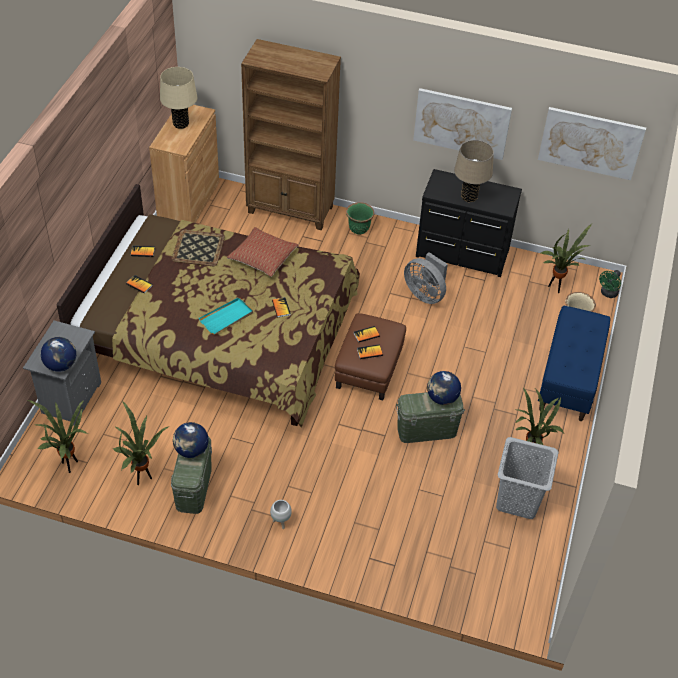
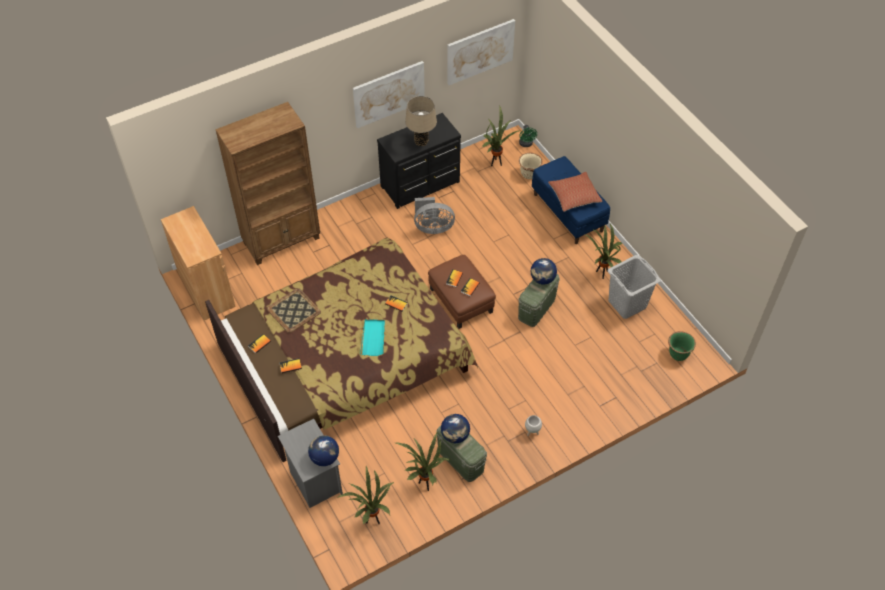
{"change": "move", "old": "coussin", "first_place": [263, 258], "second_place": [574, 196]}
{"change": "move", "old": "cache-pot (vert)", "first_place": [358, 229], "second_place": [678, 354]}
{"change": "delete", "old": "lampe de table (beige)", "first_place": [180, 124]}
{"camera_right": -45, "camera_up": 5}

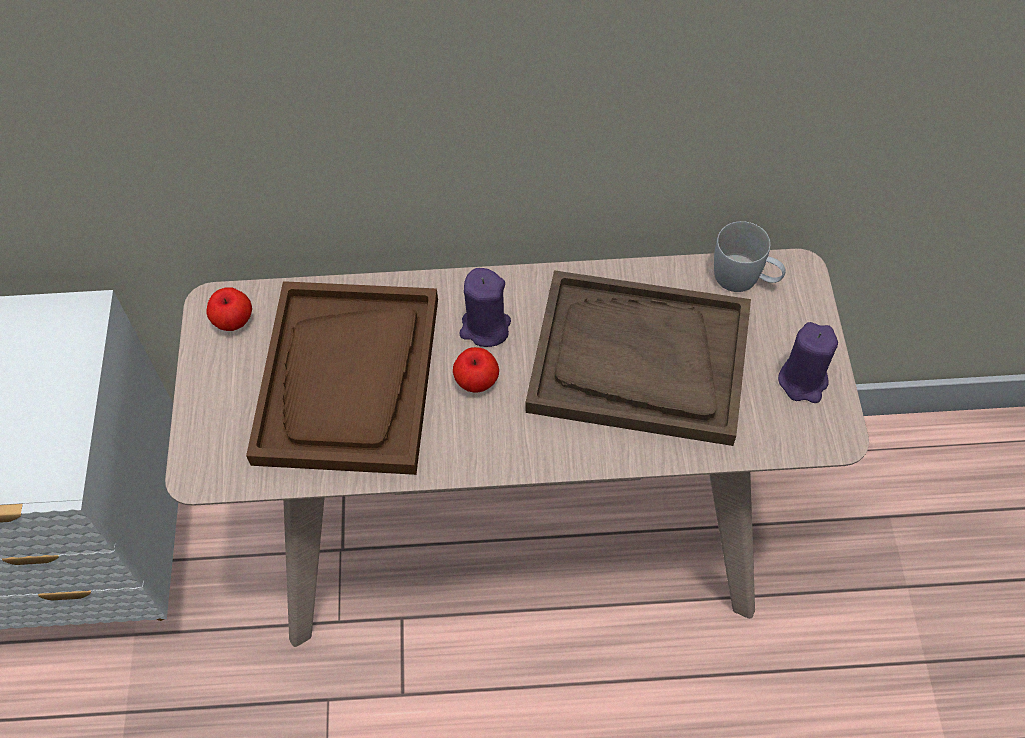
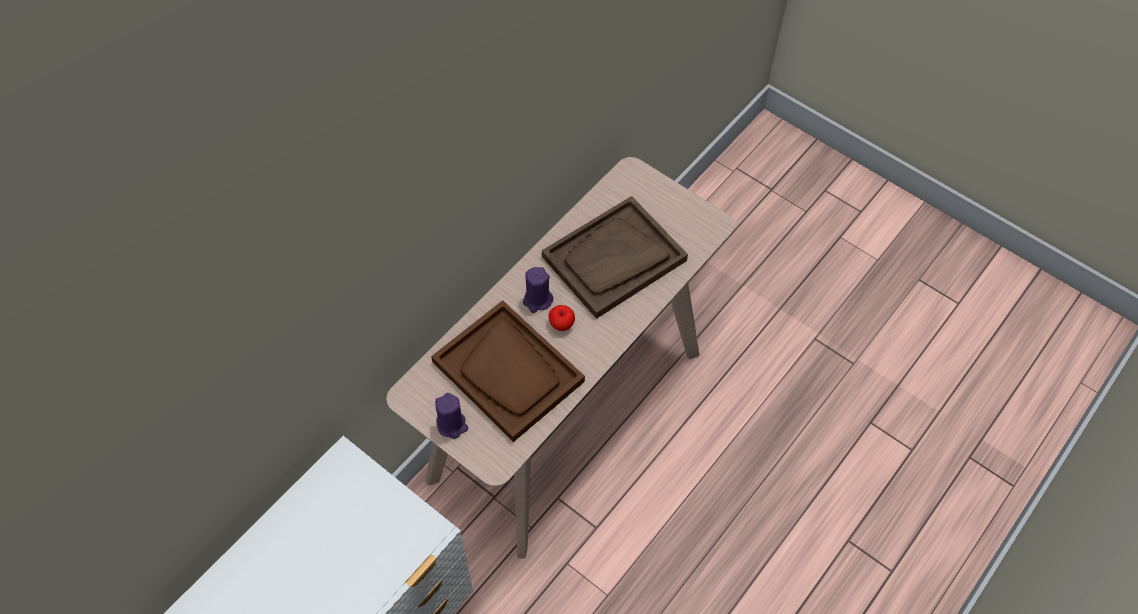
{"change": "move", "old": "bougie (violet)", "first_place": [803, 381], "second_place": [452, 424]}
{"change": "delete", "old": "pomme", "first_place": [233, 321]}
{"change": "delete", "old": "mug (blanc)", "first_place": [745, 279]}
{"camera_right": -50, "camera_up": 0}

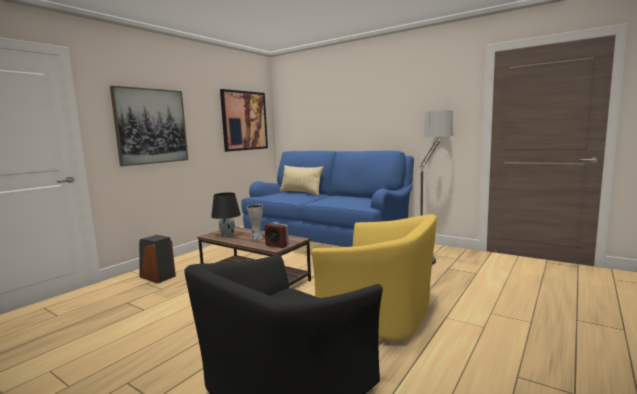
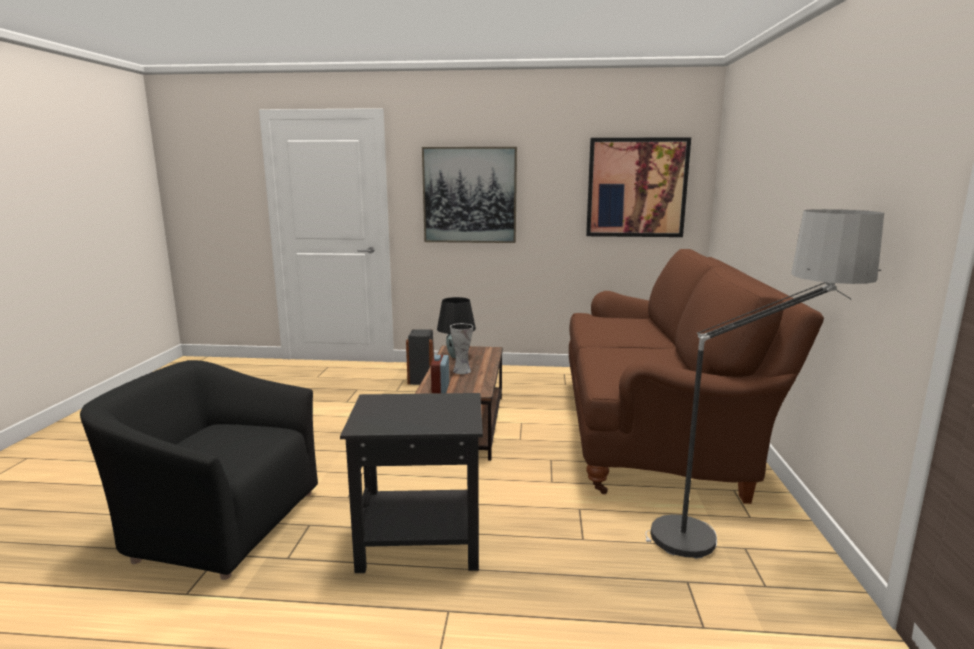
{"change": "replace", "old": "fauteuil (jaune)", "new": "table d'appoint (noir)", "first_place": [379, 314], "second_place": [418, 542]}
{"change": "recolor", "old": "canapé (bleu)", "new": "canapé (marron)", "first_place": [327, 243], "second_place": [656, 430]}
{"change": "delete", "old": "coussin (beige)", "first_place": [300, 193]}
{"camera_right": 60, "camera_up": 5}

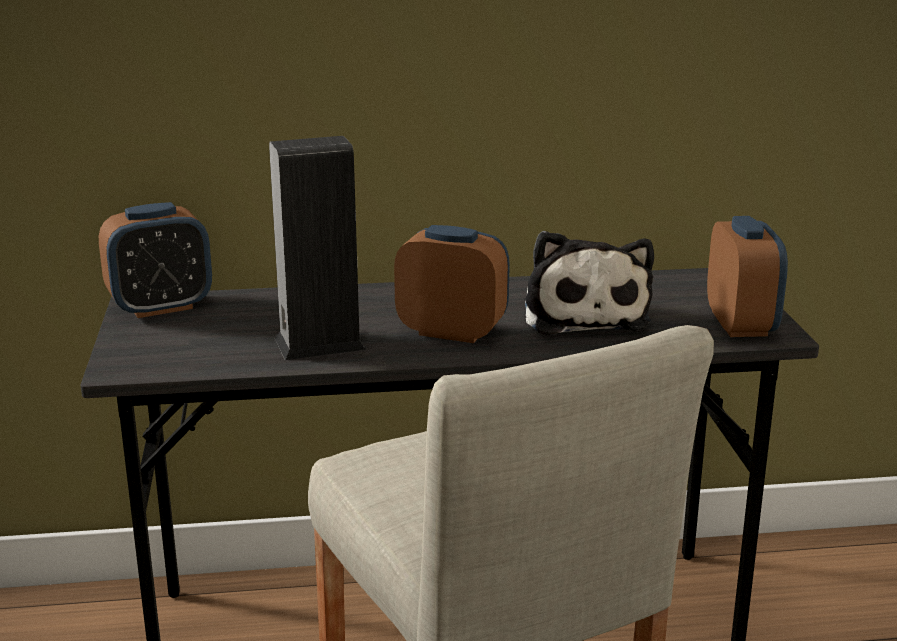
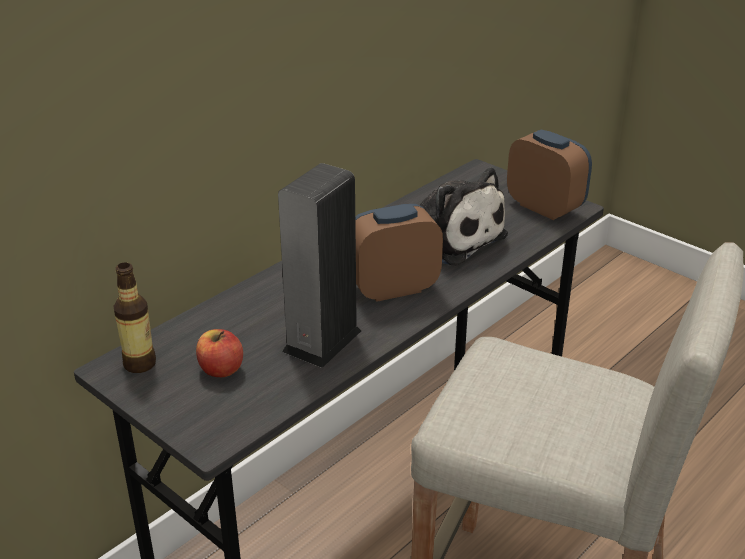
{"change": "replace", "old": "réveil", "new": "bouteille", "first_place": [161, 307], "second_place": [140, 364]}
{"change": "insert", "new": "pomme", "second_place": [221, 369]}
{"camera_right": -40, "camera_up": 10}

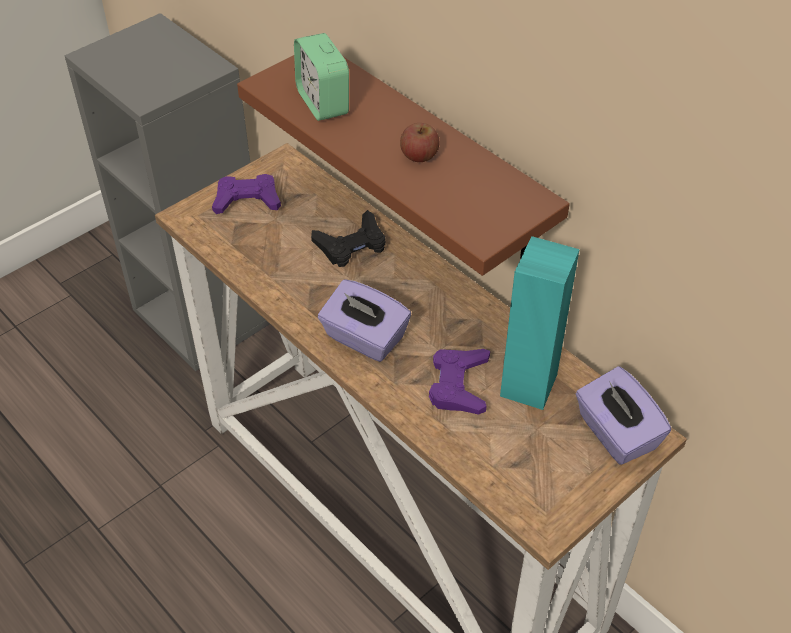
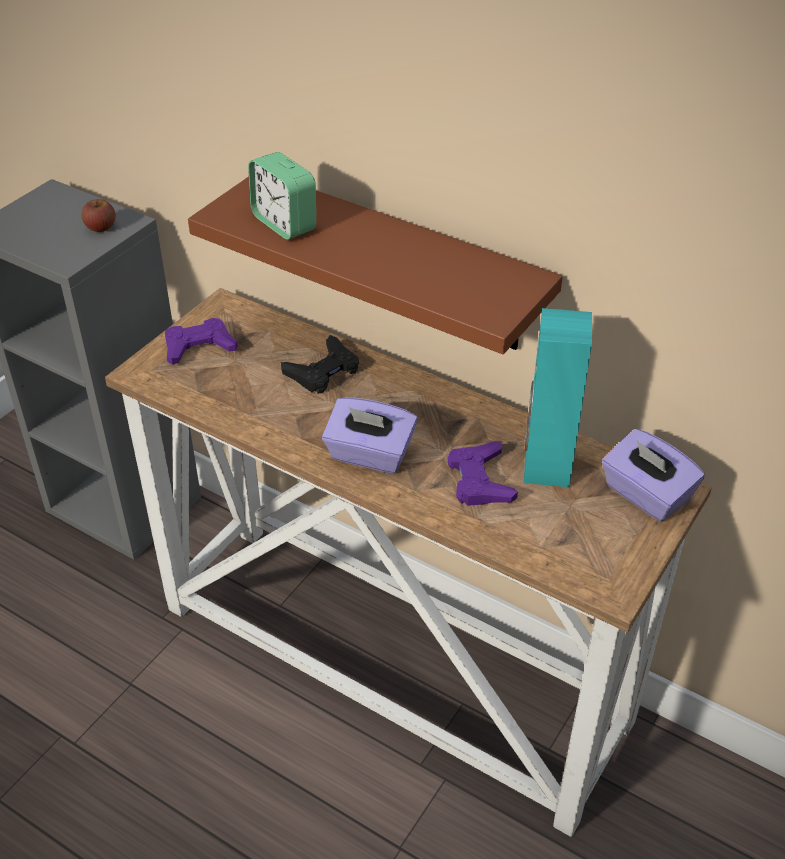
{"change": "move", "old": "pomme", "first_place": [419, 156], "second_place": [101, 227]}
{"camera_right": -15, "camera_up": -5}

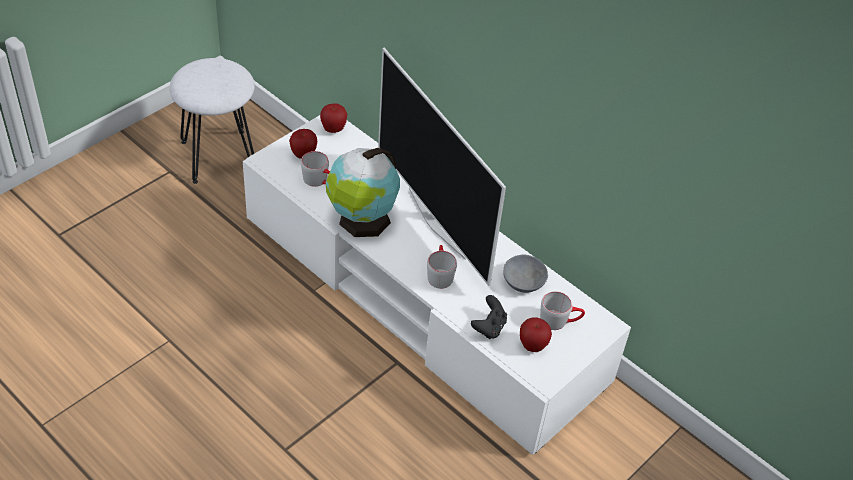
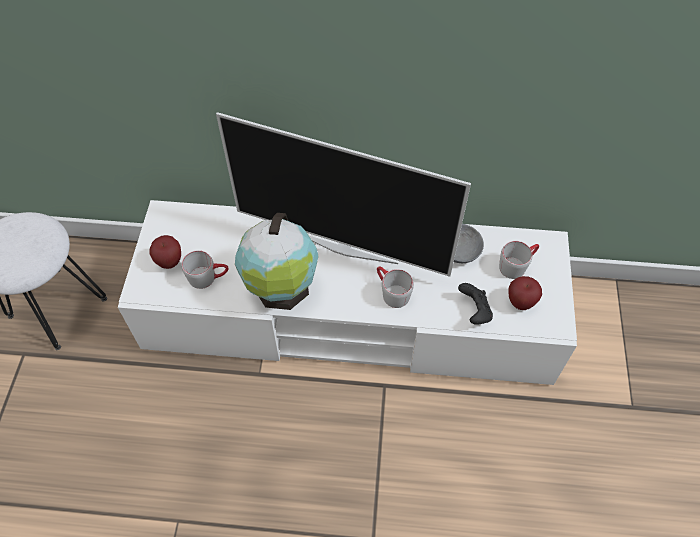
{"change": "delete", "old": "pomme", "first_place": [333, 129]}
{"camera_right": -35, "camera_up": 10}

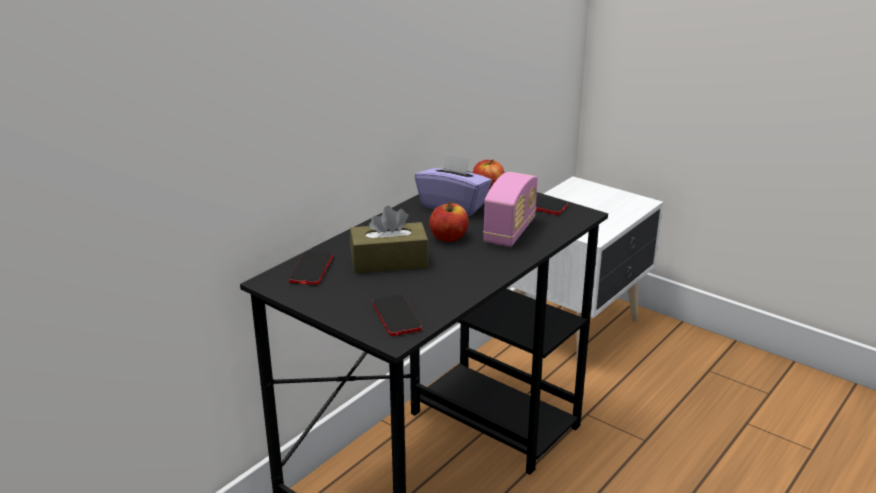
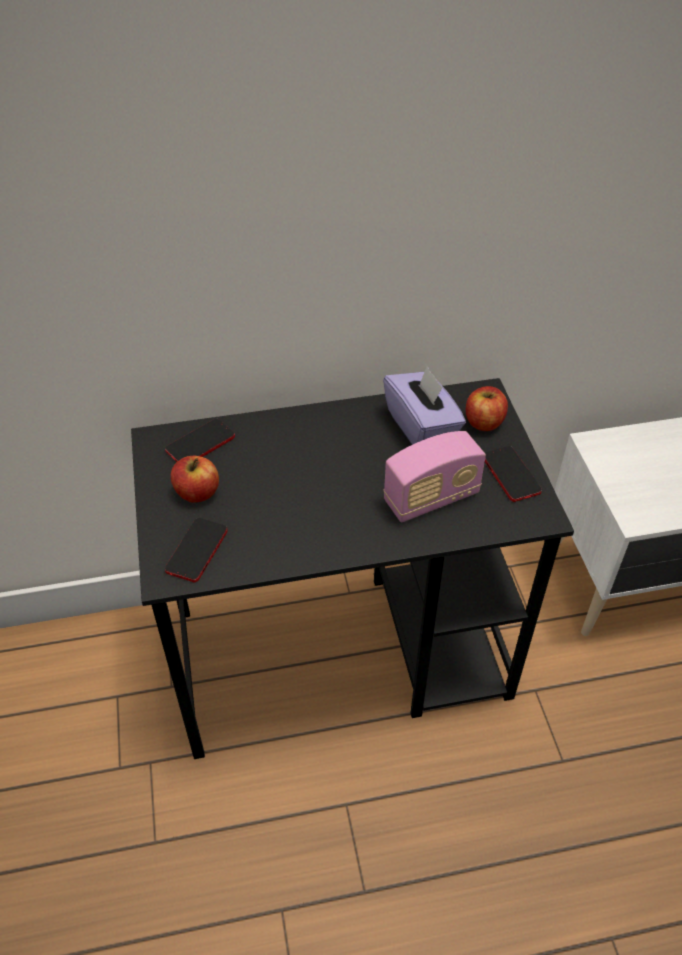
{"change": "move", "old": "pomme", "first_place": [449, 237], "second_place": [197, 492]}
{"change": "delete", "old": "boîte à mouchoirs (marron)", "first_place": [389, 261]}
{"camera_right": 40, "camera_up": 20}

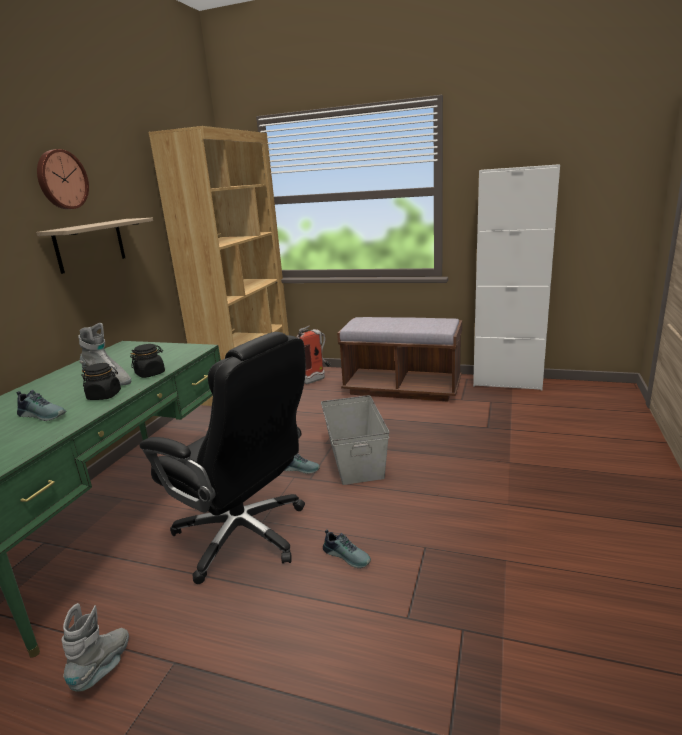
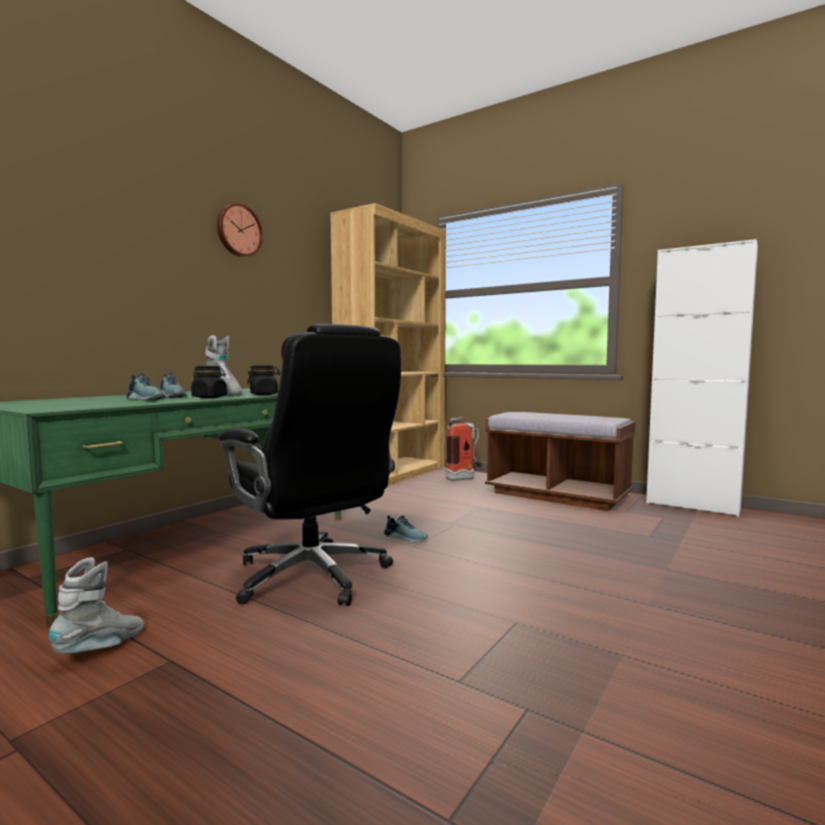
{"change": "move", "old": "chaussure", "first_place": [347, 555], "second_place": [173, 397]}
{"change": "delete", "old": "étagère", "first_place": [90, 245]}
{"change": "delete", "old": "boîte de rangement (gris)", "first_place": [356, 458]}
{"camera_right": 15, "camera_up": -15}

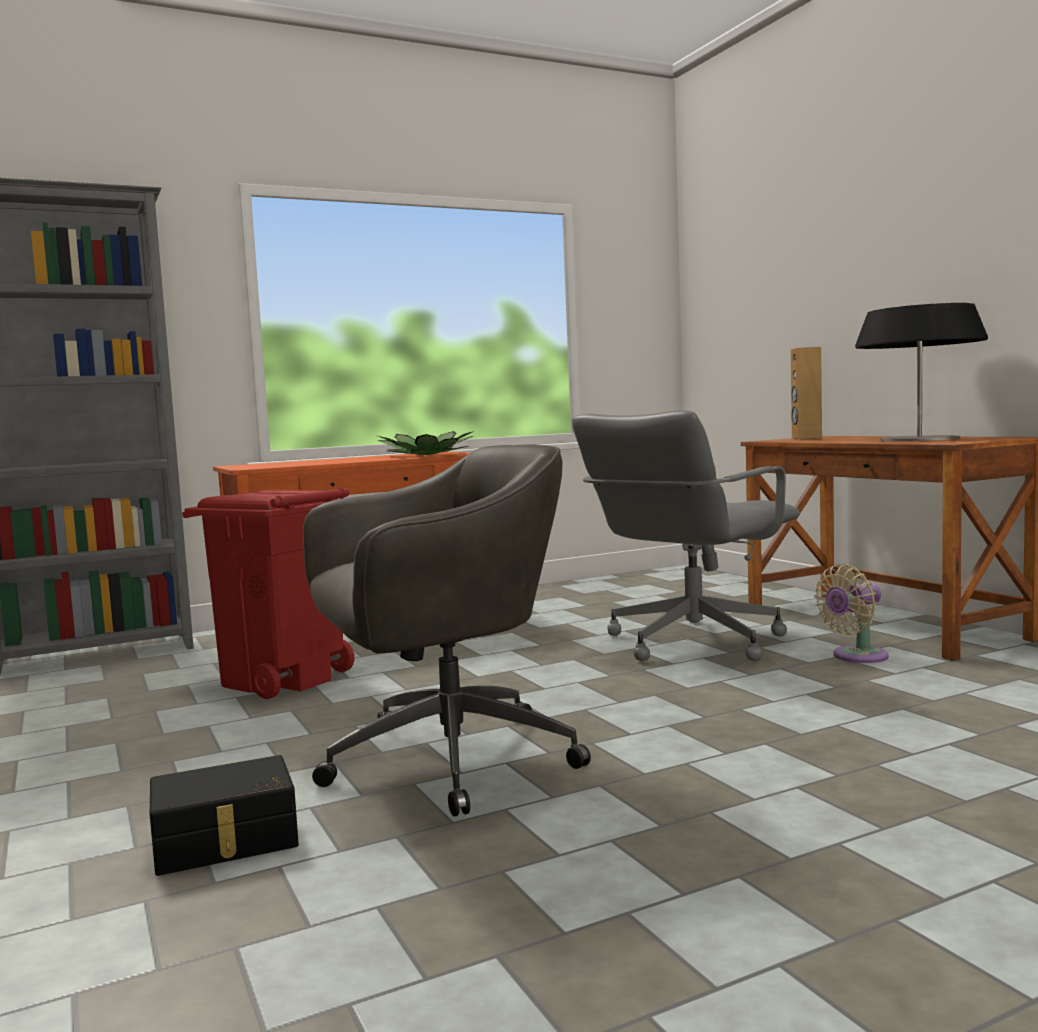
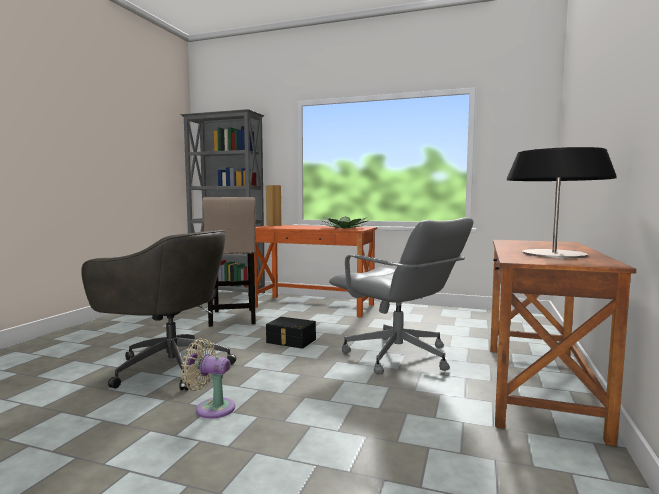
{"change": "move", "old": "ventilateur (beige)", "first_place": [856, 657], "second_place": [211, 408]}
{"change": "replace", "old": "poubelle (rouge)", "new": "tabouret (beige)", "first_place": [281, 680], "second_place": [232, 318]}
{"change": "move", "old": "enceinte (marron)", "first_place": [806, 438], "second_place": [273, 225]}
{"change": "move", "old": "boîte de rangement (noir)", "first_place": [226, 842], "second_place": [290, 341]}
{"change": "rotate", "old": "chaise de bureau (gris)", "first_place": [691, 642], "second_place": [398, 357], "degrees": -135}
{"camera_right": 45, "camera_up": 0}

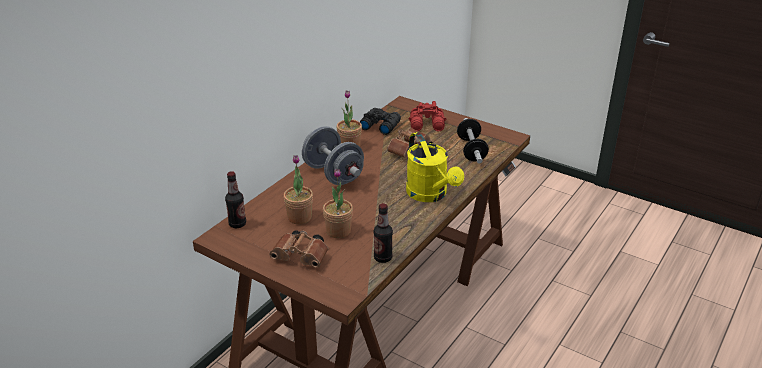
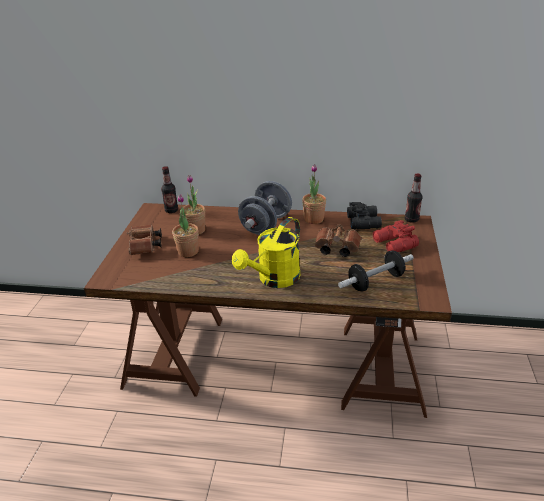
{"change": "move", "old": "bouteille", "first_place": [383, 258], "second_place": [411, 219]}
{"camera_right": 65, "camera_up": 0}

